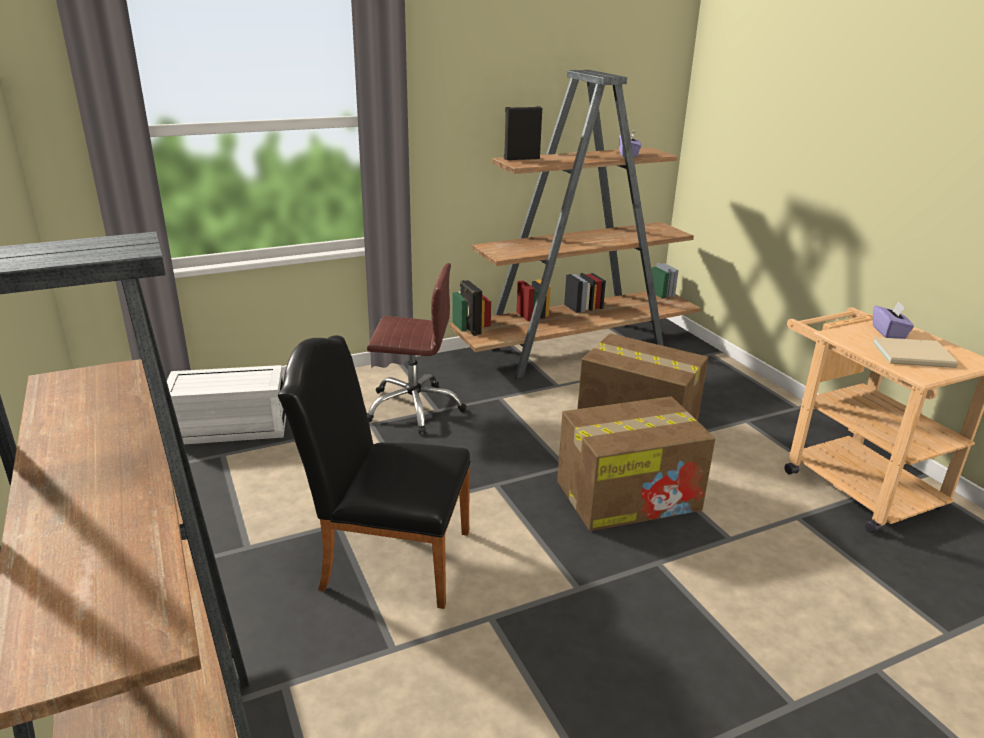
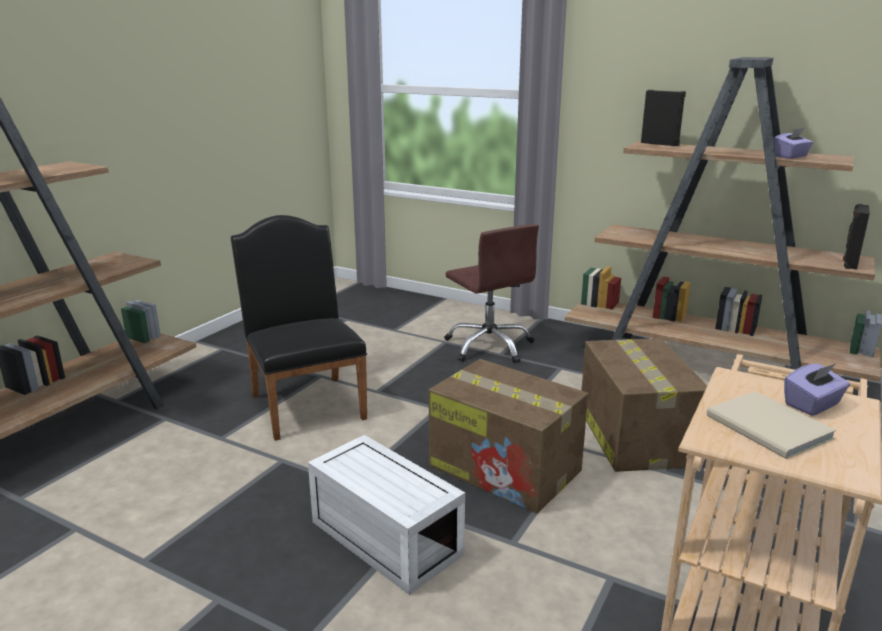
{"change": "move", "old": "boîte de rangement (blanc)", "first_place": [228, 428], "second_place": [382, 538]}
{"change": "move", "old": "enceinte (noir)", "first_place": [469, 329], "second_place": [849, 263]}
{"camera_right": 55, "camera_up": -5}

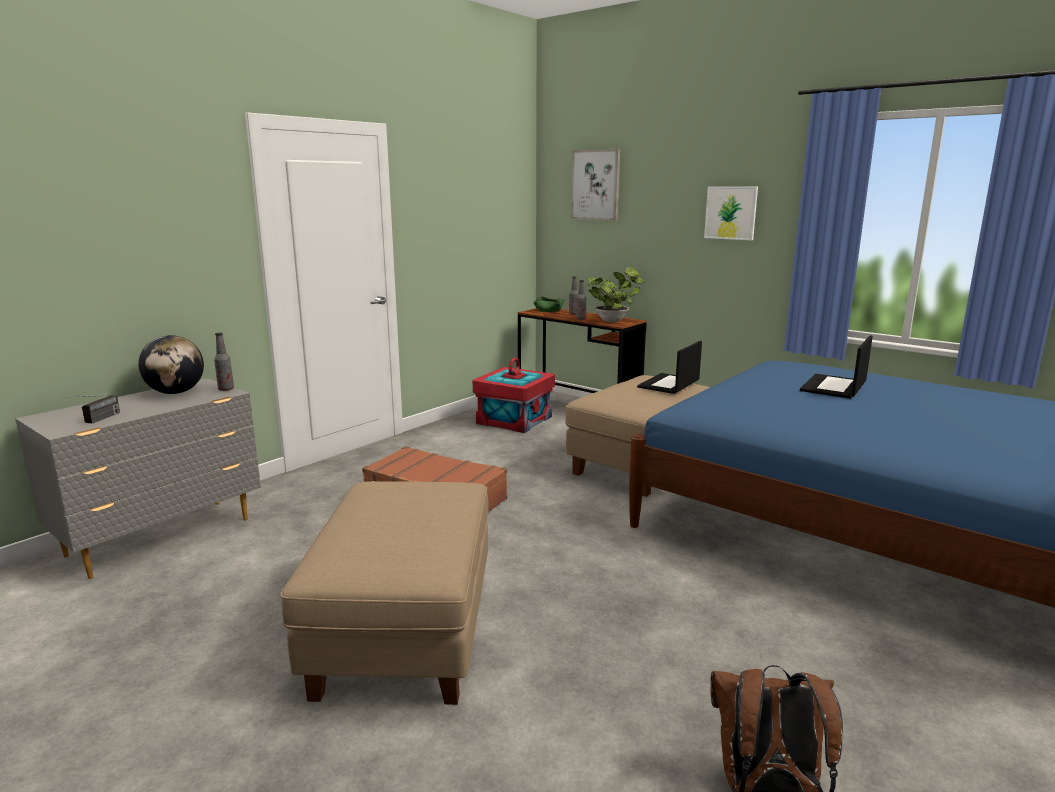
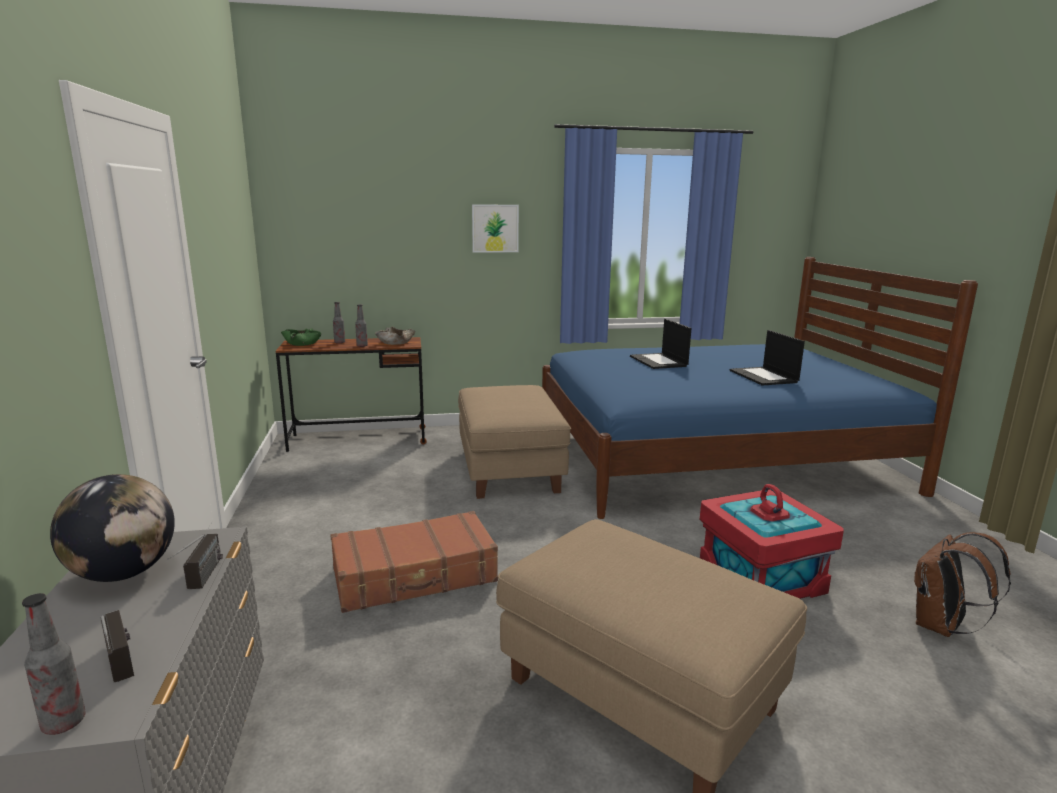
{"change": "move", "old": "bouteille", "first_place": [226, 389], "second_place": [64, 723]}
{"change": "insert", "new": "radio", "second_place": [201, 581]}
{"change": "replace", "old": "plante en pot", "new": "bol (beige)", "first_place": [614, 320], "second_place": [396, 342]}
{"change": "move", "old": "boîte de rangement (rouge)", "first_place": [514, 420], "second_place": [760, 578]}
{"change": "move", "old": "ordinateur portable", "first_place": [669, 384], "second_place": [764, 376]}
{"change": "delete", "old": "tableau", "first_place": [596, 185]}
{"camera_right": -50, "camera_up": 0}

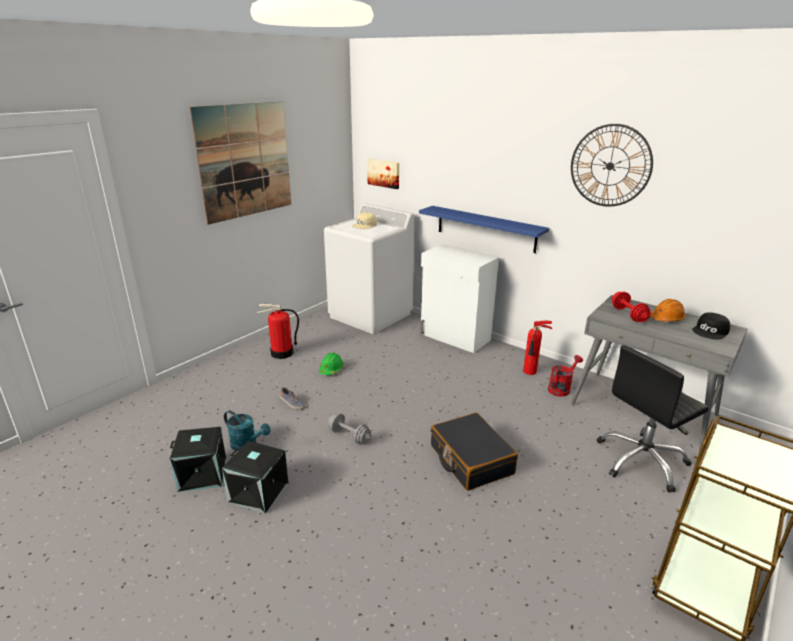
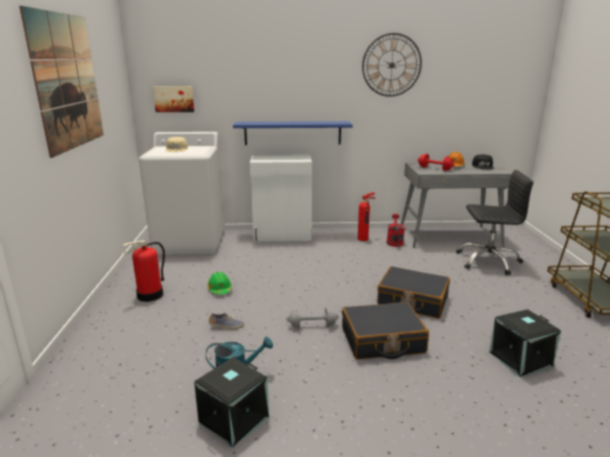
{"change": "insert", "new": "valise (noir)", "second_place": [382, 341]}
{"change": "rotate", "old": "chaise de bureau (noir)", "first_place": [641, 461], "second_place": [488, 261], "degrees": -105}
{"change": "move", "old": "boîte de rangement (noir)", "first_place": [257, 493], "second_place": [520, 360]}
{"camera_right": -40, "camera_up": -5}

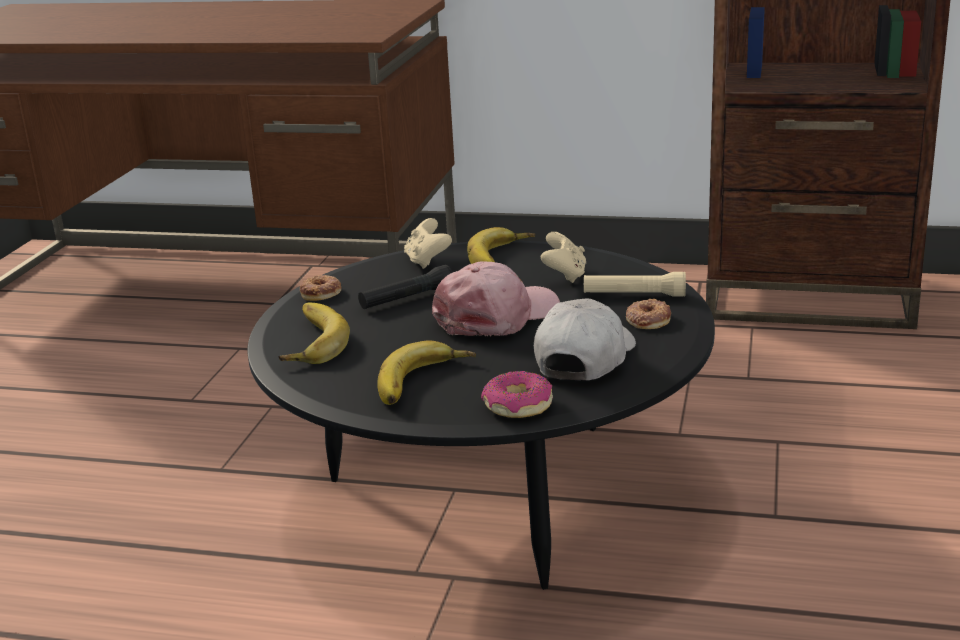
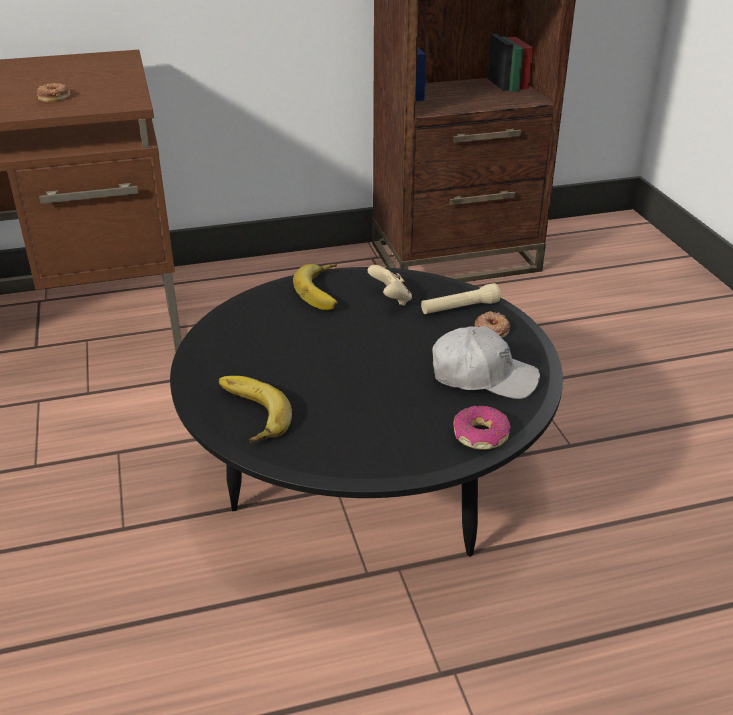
{"change": "move", "old": "beignet", "first_place": [321, 293], "second_place": [54, 96]}
{"change": "rotate", "old": "casquette (blanc)", "first_place": [584, 358], "second_place": [482, 377], "degrees": 105}
{"change": "delete", "old": "lampe de poche (noir)", "first_place": [407, 299]}
{"change": "delete", "old": "banane", "first_place": [424, 383]}
{"change": "delete", "old": "manette (beige)", "first_place": [427, 261]}
{"change": "delete", "old": "casquette (rose)", "first_place": [497, 316]}
{"camera_right": -30, "camera_up": 10}

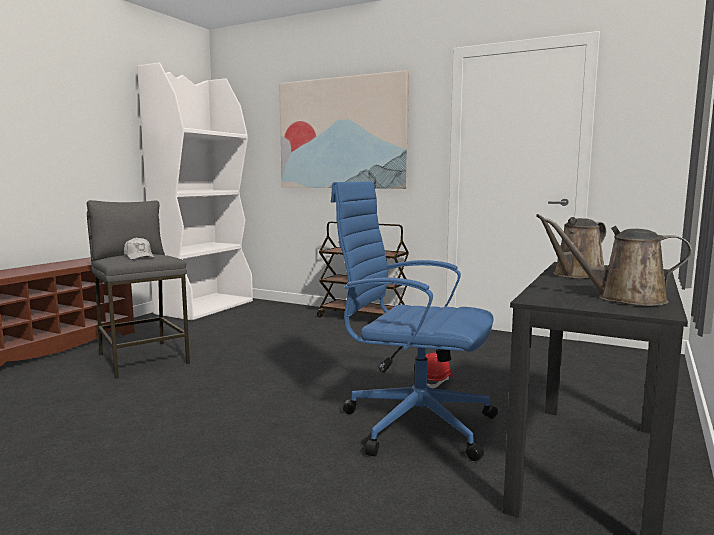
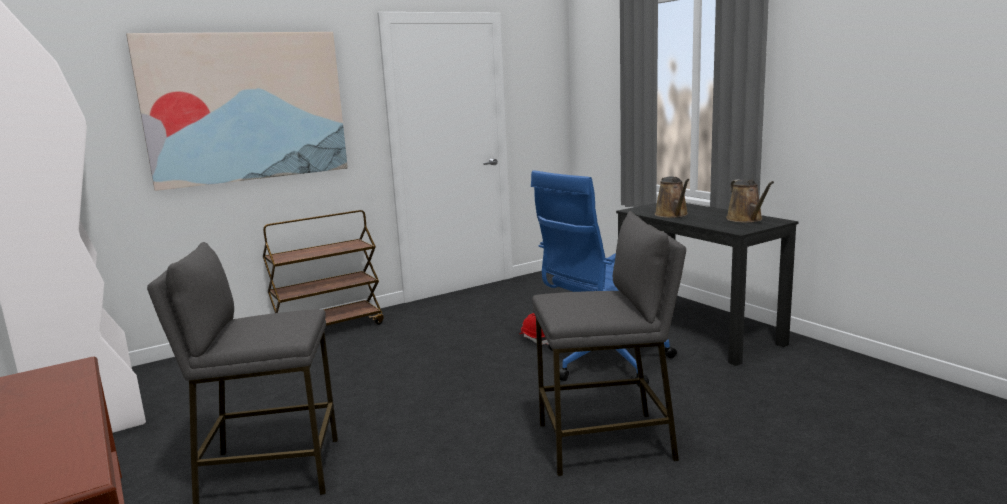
{"change": "insert", "new": "tabouret (gris)", "second_place": [606, 443]}
{"change": "rotate", "old": "arrosoir (marron)", "first_place": [624, 299], "second_place": [746, 219], "degrees": -60}
{"change": "delete", "old": "casquette (blanc)", "first_place": [139, 256]}
{"camera_right": -60, "camera_up": 5}

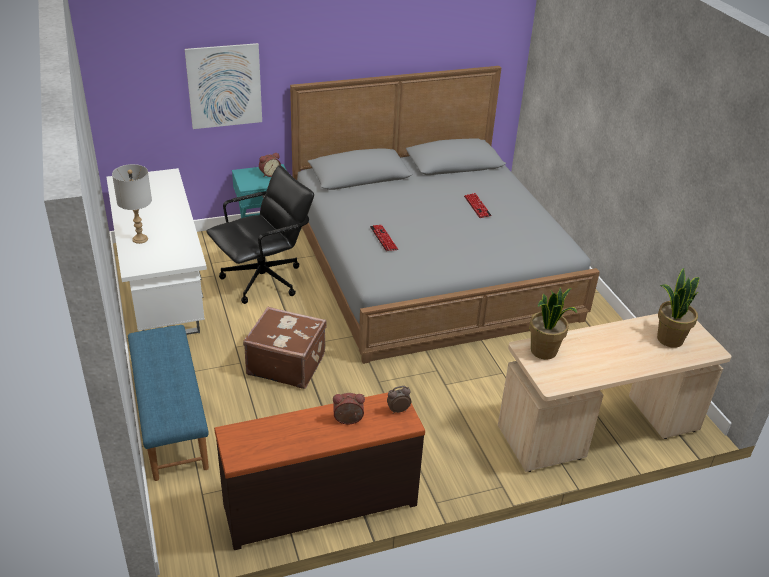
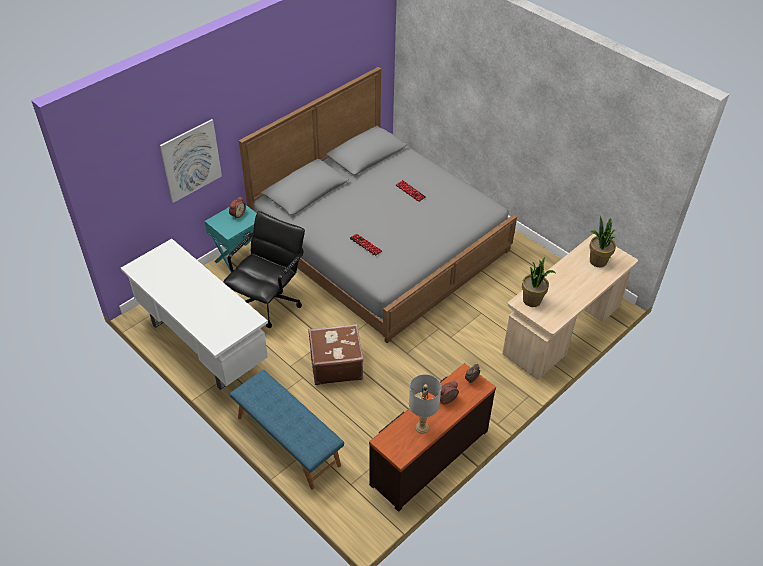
{"change": "move", "old": "lampe de table (gris)", "first_place": [140, 239], "second_place": [422, 427]}
{"camera_right": -25, "camera_up": 10}

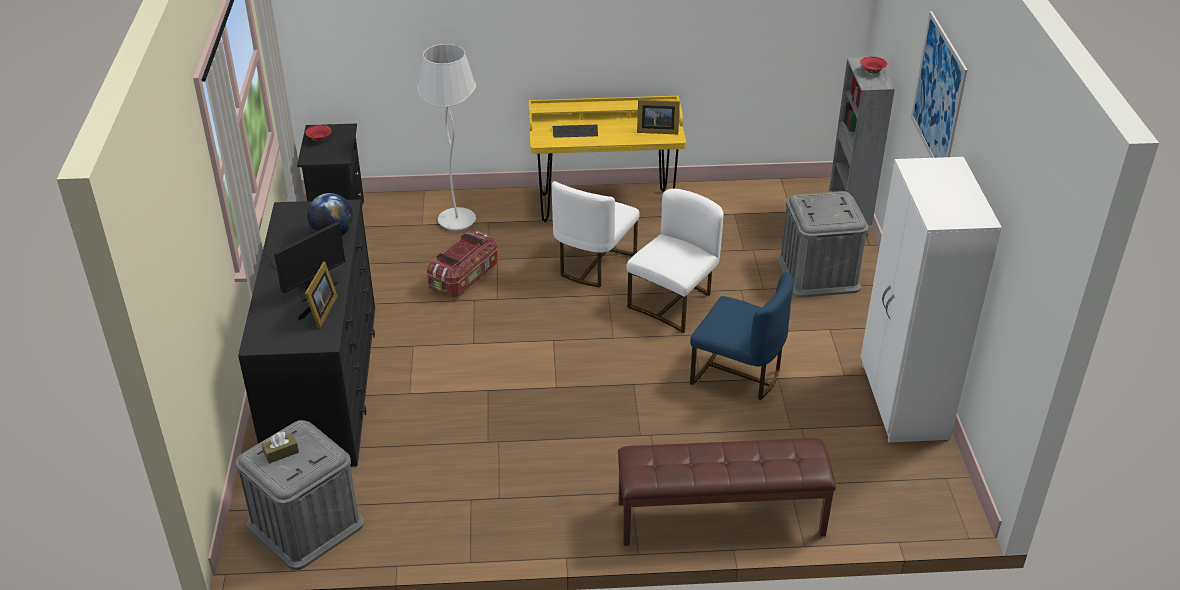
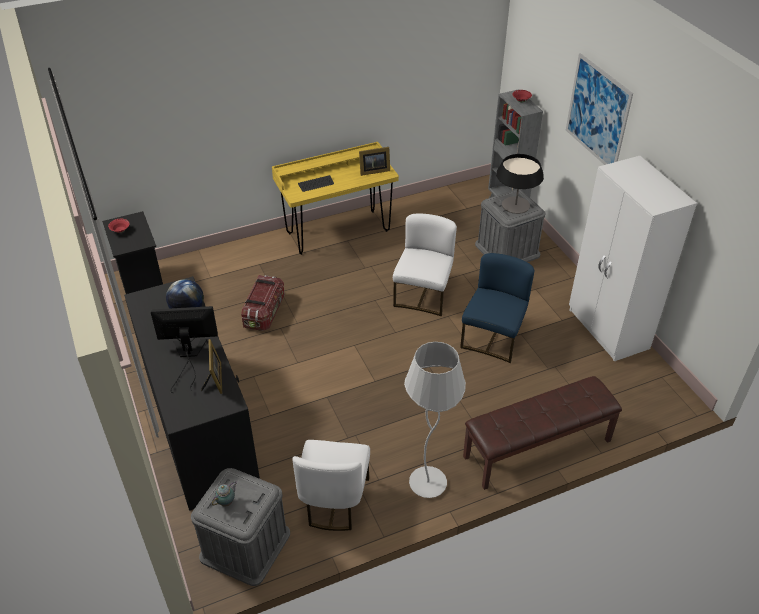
{"change": "rotate", "old": "écran d'ordinateur", "first_place": [306, 281], "second_place": [188, 356], "degrees": -120}
{"change": "replace", "old": "boîte à mouchoirs (marron)", "new": "théière", "first_place": [281, 453], "second_place": [227, 502]}
{"change": "move", "old": "chaise (blanc)", "first_place": [593, 264], "second_place": [334, 501]}
{"change": "move", "old": "lampadaire (blanc)", "first_place": [457, 221], "second_place": [428, 483]}
{"change": "rotate", "old": "chaise (bleu)", "first_place": [737, 374], "second_place": [493, 338], "degrees": -75}
{"change": "insert", "new": "lampe de table", "second_place": [515, 205]}
{"camera_right": -20, "camera_up": 5}

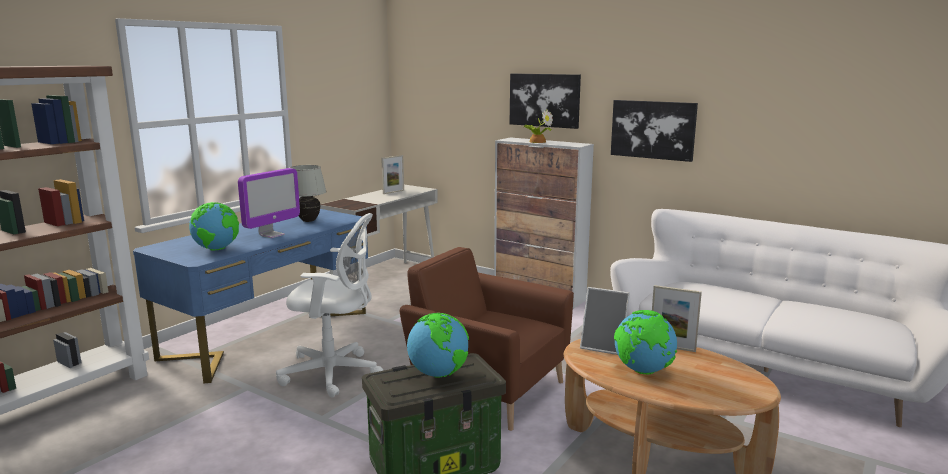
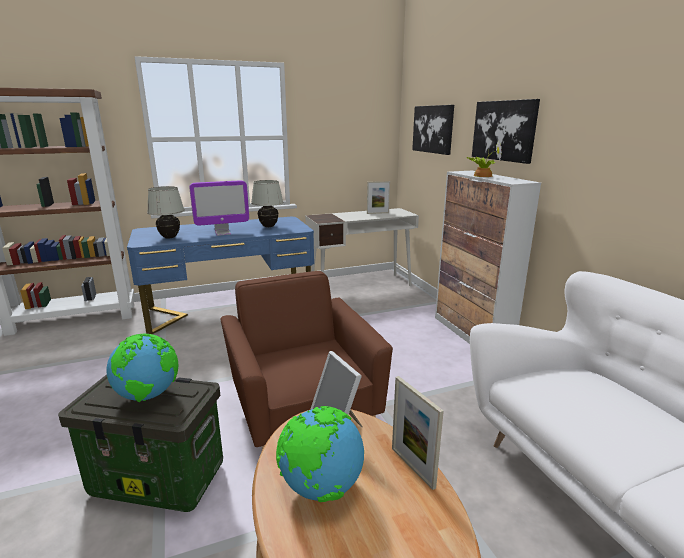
{"change": "replace", "old": "globe", "new": "lampe de table (blanc)", "first_place": [217, 249], "second_place": [170, 237]}
{"change": "move", "old": "tableau", "first_place": [653, 129], "second_place": [433, 129]}
{"change": "delete", "old": "chaise de bureau (blanc)", "first_place": [334, 373]}
{"camera_right": 35, "camera_up": 5}

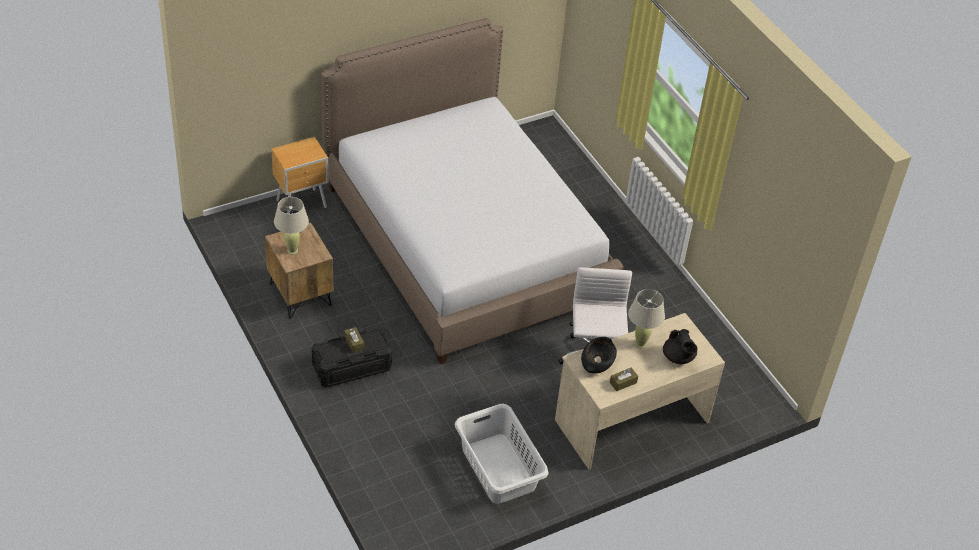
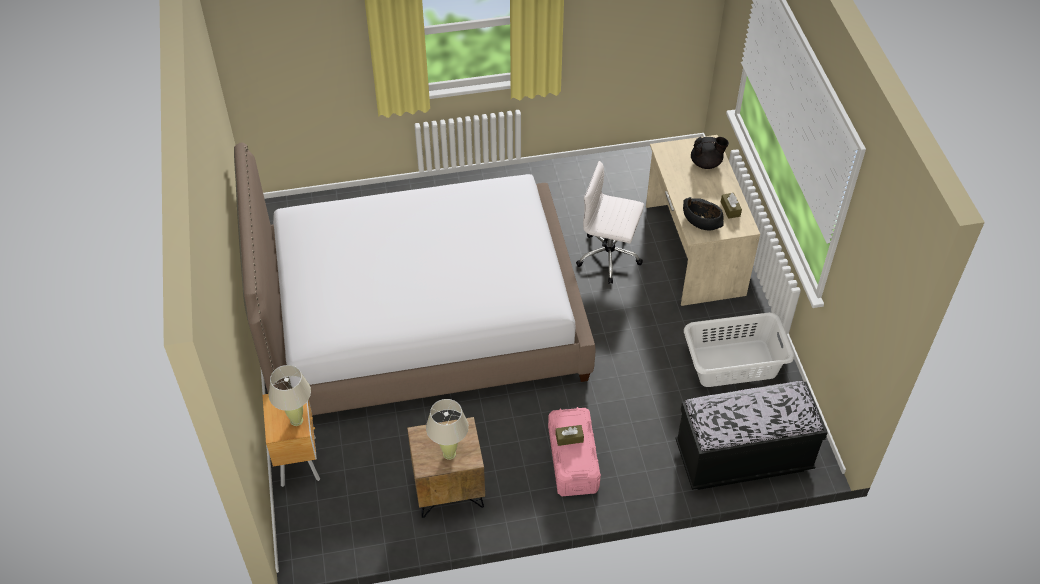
{"change": "move", "old": "lampe de table (beige)", "first_place": [640, 344], "second_place": [297, 420]}
{"change": "recolor", "old": "boîte de rangement (noir)", "new": "boîte de rangement (rose)", "first_place": [351, 367], "second_place": [572, 460]}
{"change": "insert", "new": "banc (noir)", "second_place": [743, 458]}
{"camera_right": -70, "camera_up": 5}

